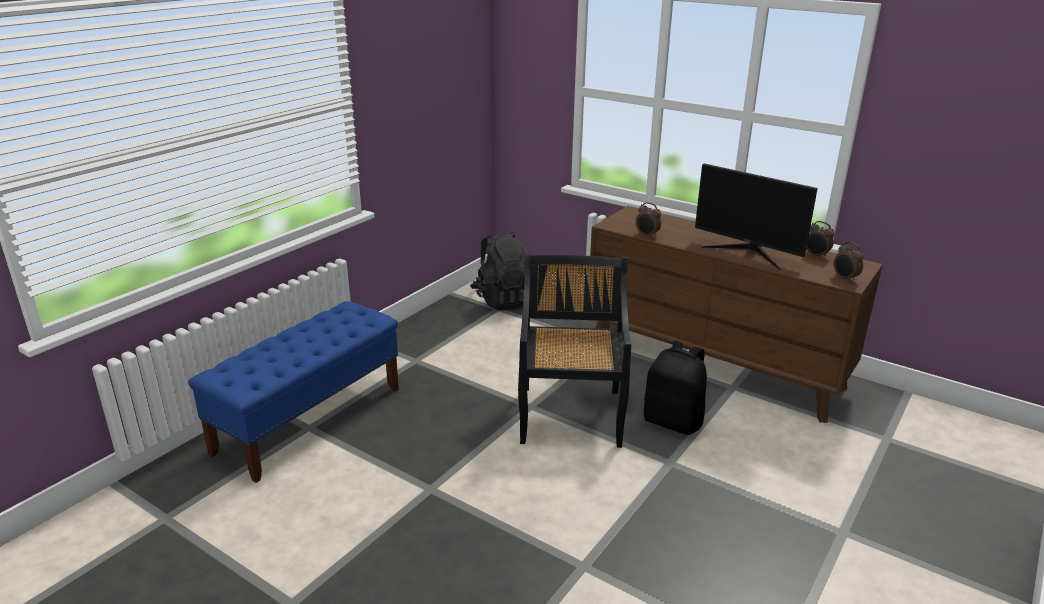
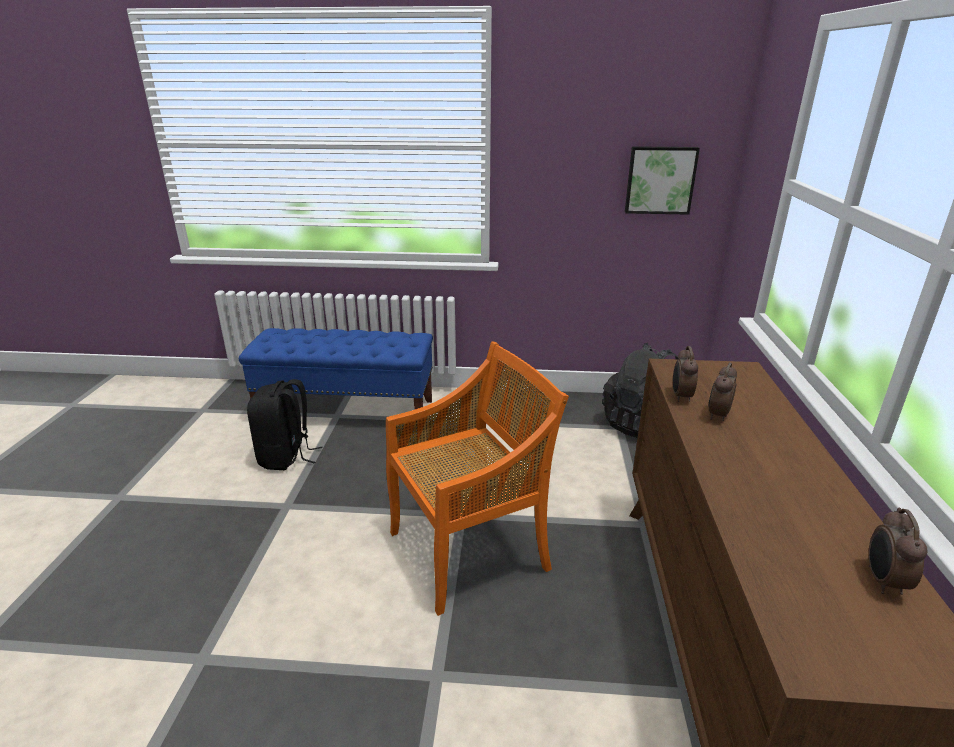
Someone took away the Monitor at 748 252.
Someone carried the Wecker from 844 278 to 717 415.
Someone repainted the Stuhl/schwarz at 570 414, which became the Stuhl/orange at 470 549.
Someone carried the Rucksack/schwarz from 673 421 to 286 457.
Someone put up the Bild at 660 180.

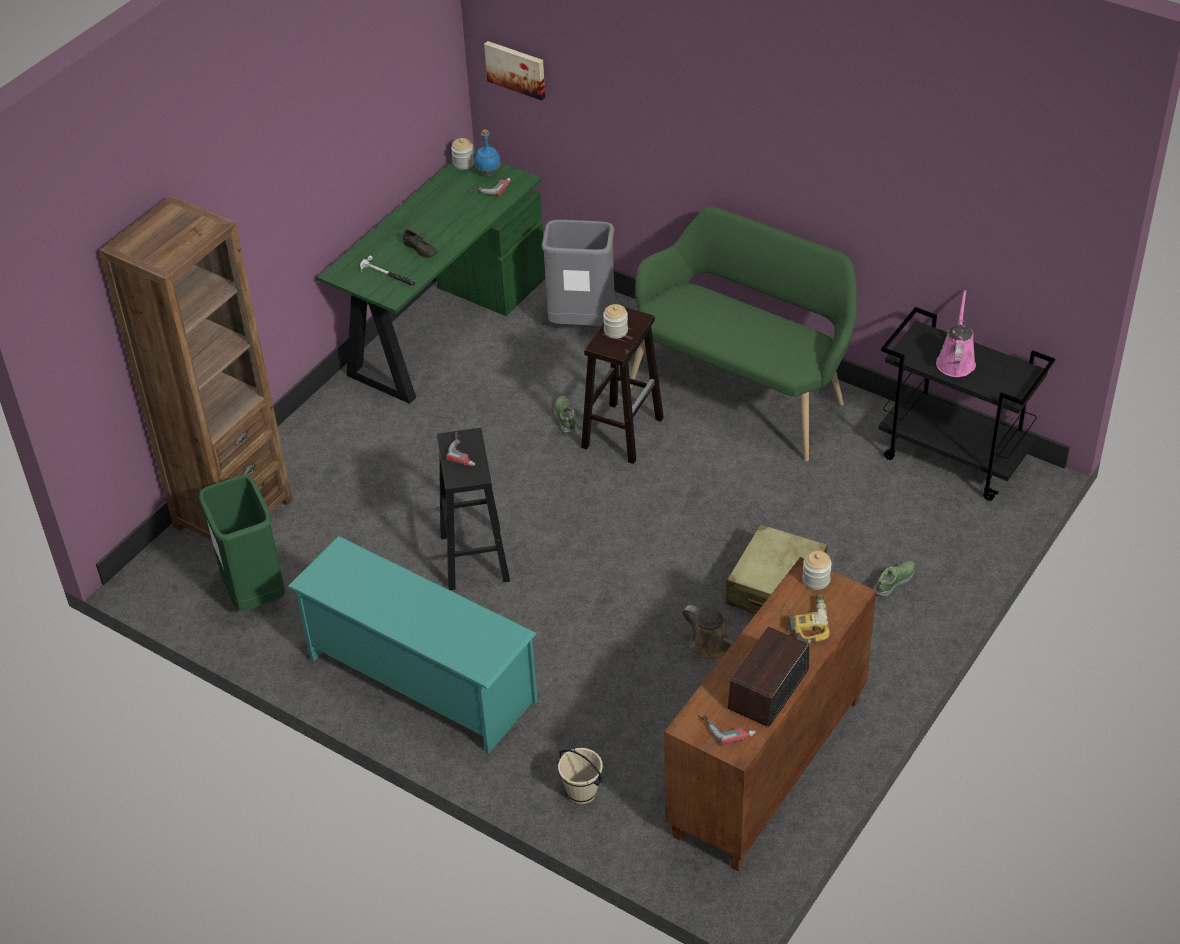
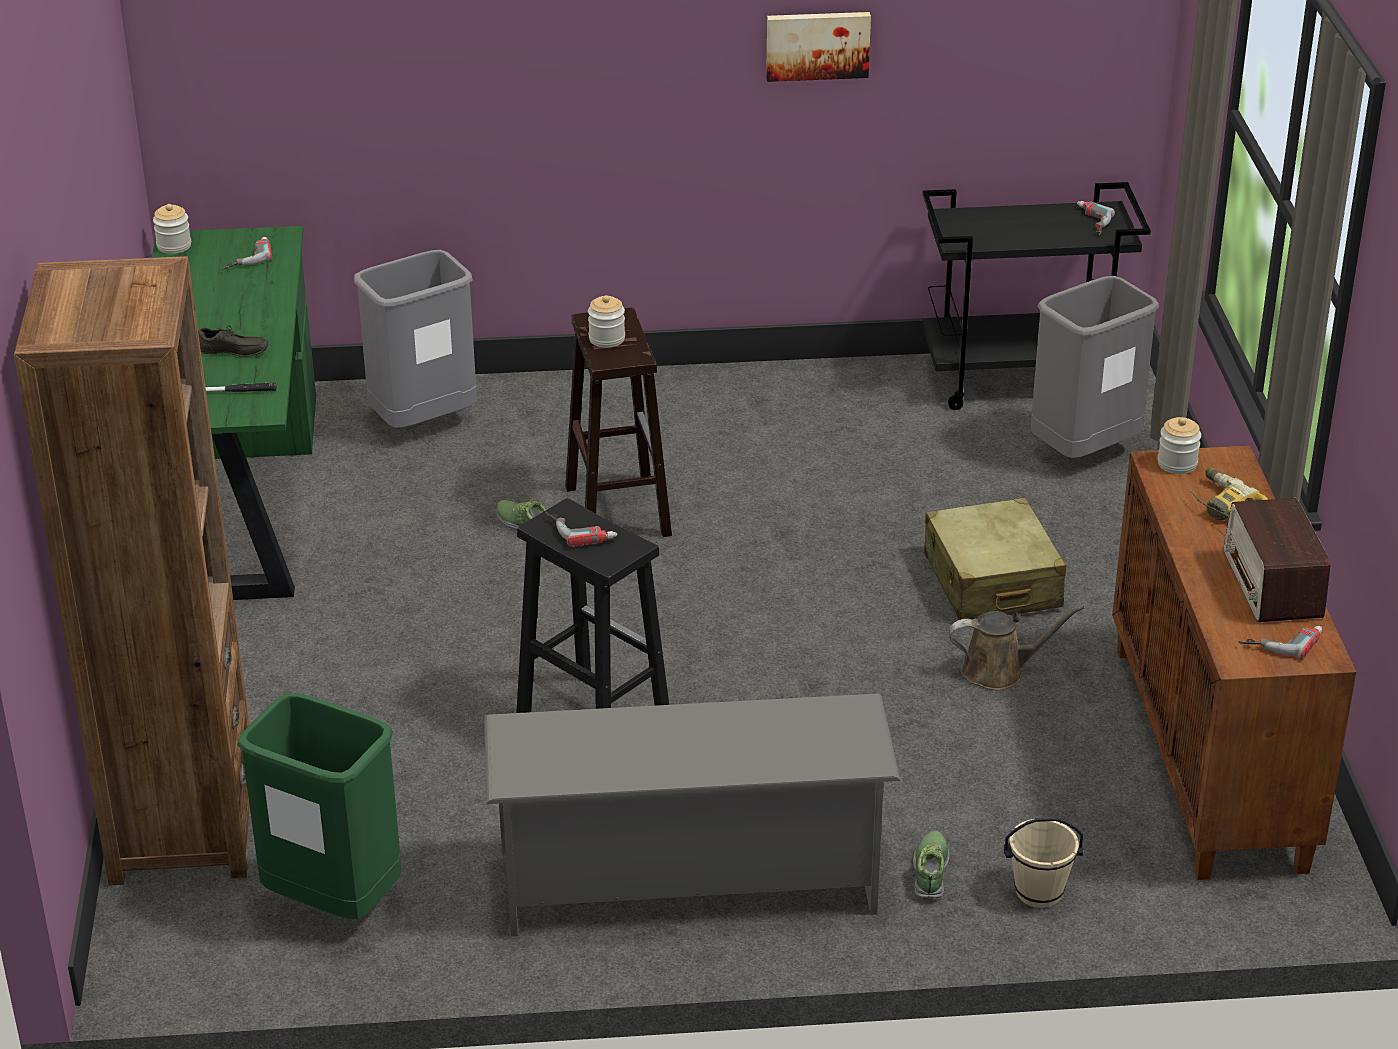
Someone carried the Bild from 516 69 to 817 45.
Someone took away the Flasche/blau at 489 173.
Someone took away the Bank/grün at 743 392.
Someone took away the Gießkanne/rosa at 956 361.
Someone repainted the Schuhregal/türkis at 420 680, which became the Schuhregal/grau at 689 882.
Someone carried the Schuh from 894 582 to 931 872.
Someone put down the Bohrmaschine at 1088 222.
Someone put down the Mülleimer/grau at 1084 452.

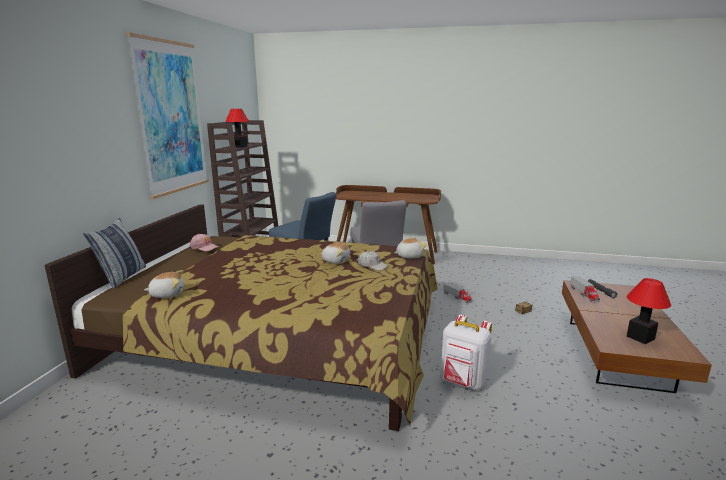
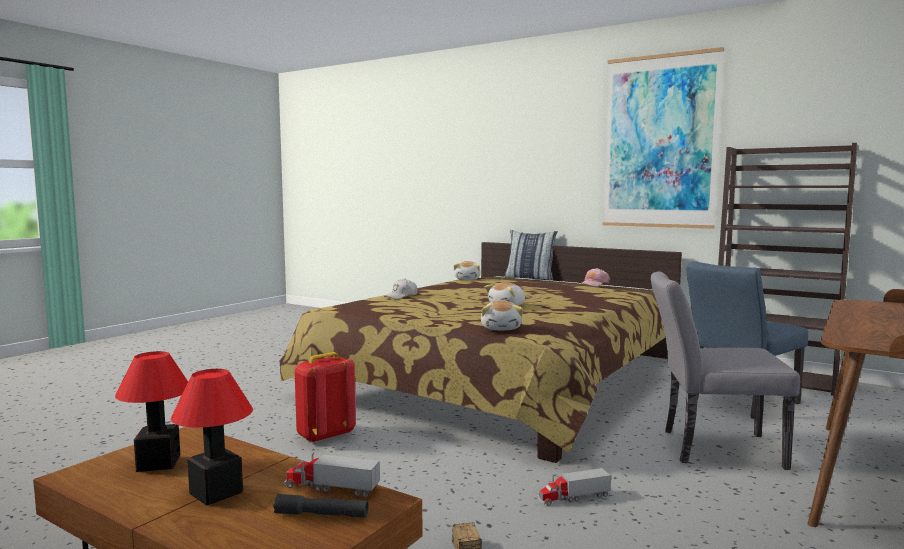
Someone carried the Tischlampe from 239 147 to 216 493.
Someone carried the Kappe/weiß from 372 266 to 401 296.
Someone repainted the Rucksack/weiß at 463 382, which became the Rucksack/rot at 325 435.

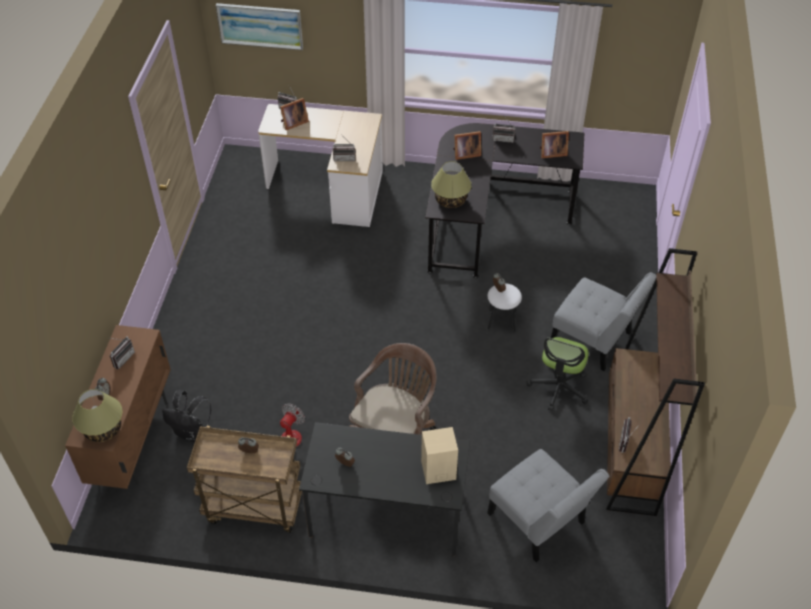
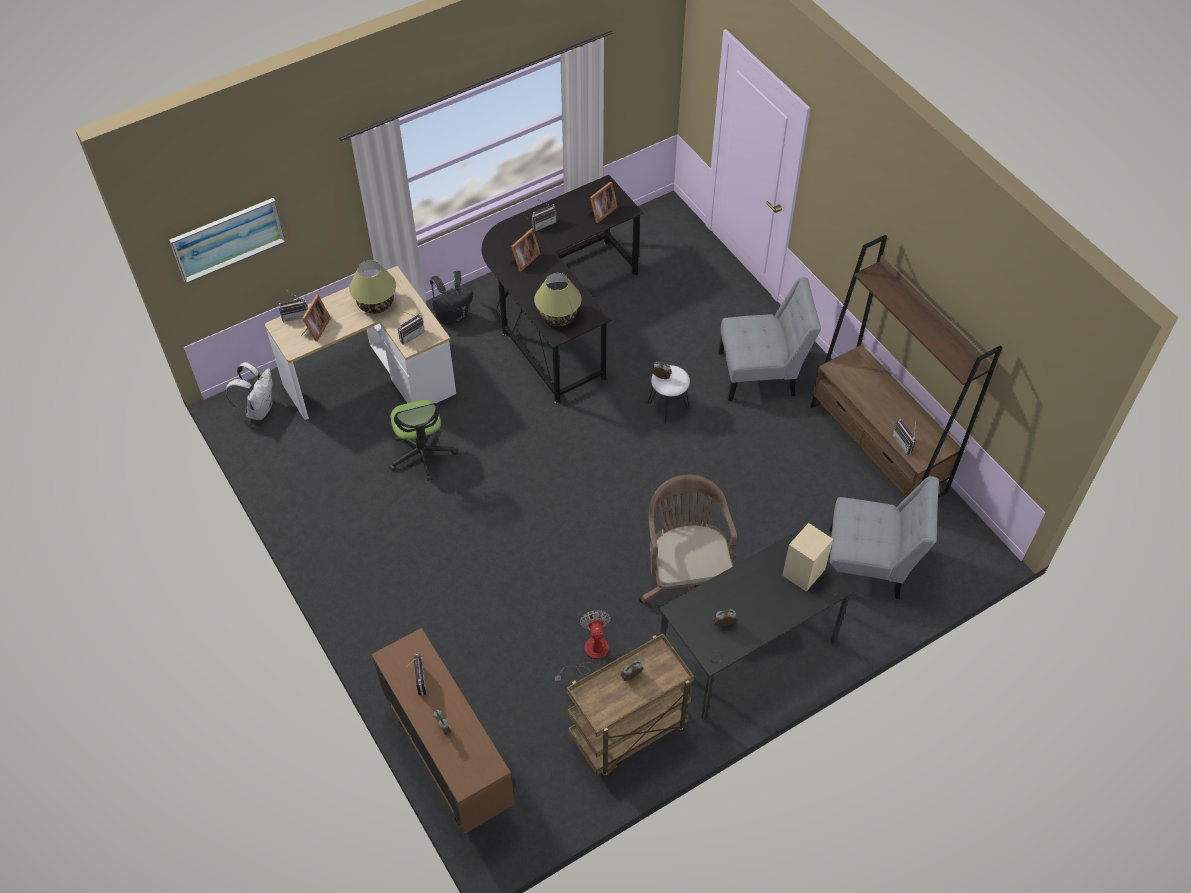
Someone carried the Bürostuhl from 558 387 to 422 454.
Someone carried the Tischlampe from 103 429 to 376 303.
Someone carried the Rucksack/schwarz from 192 432 to 453 316.
Someone put down the Rucksack/weiß at 259 409.

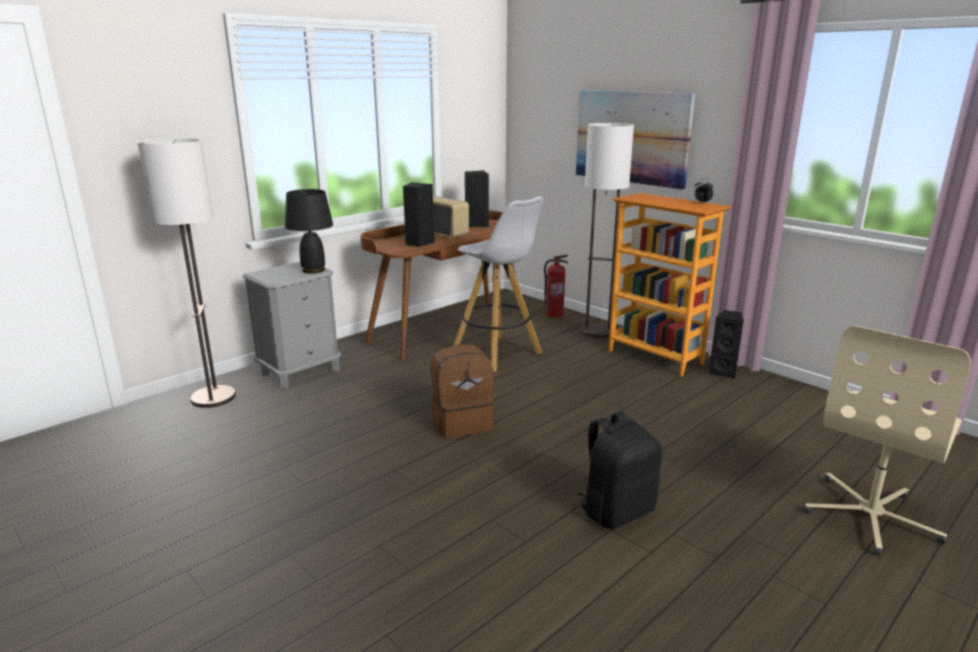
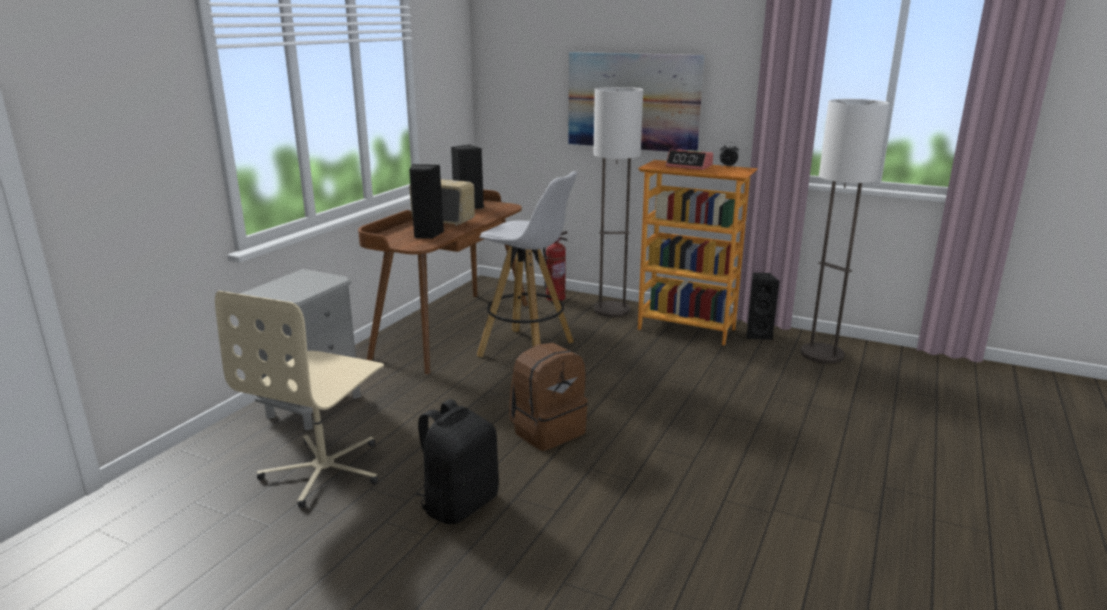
Someone carried the Stehlampe from 214 398 to 822 354.
Someone took away the Tischlampe/schwarz at 314 270.
Someone carried the Bürostuhl/beige from 871 516 to 325 470.
Someone carried the Rucksack/schwarz from 617 510 to 459 504.
Someone put down the Wecker at 689 166.

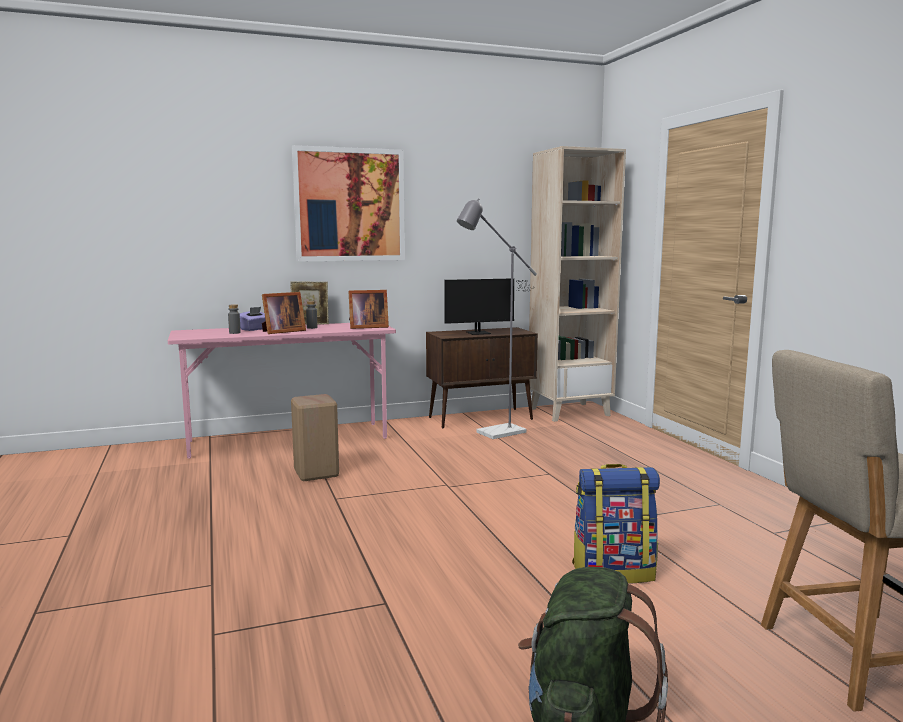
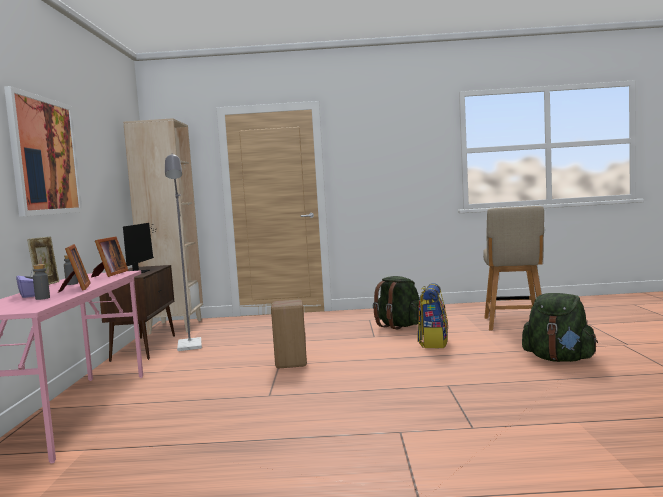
Someone carried the Hocker/beige from 315 474 to 292 363.
Someone put down the Rucksack/grün at 399 326.

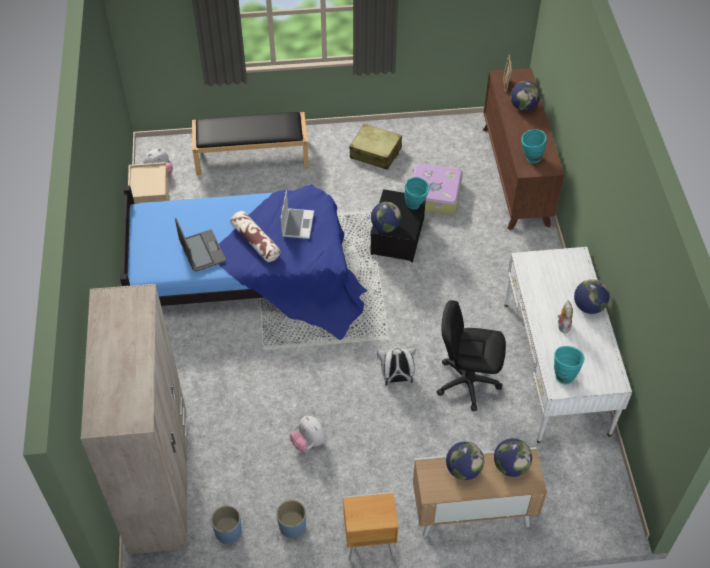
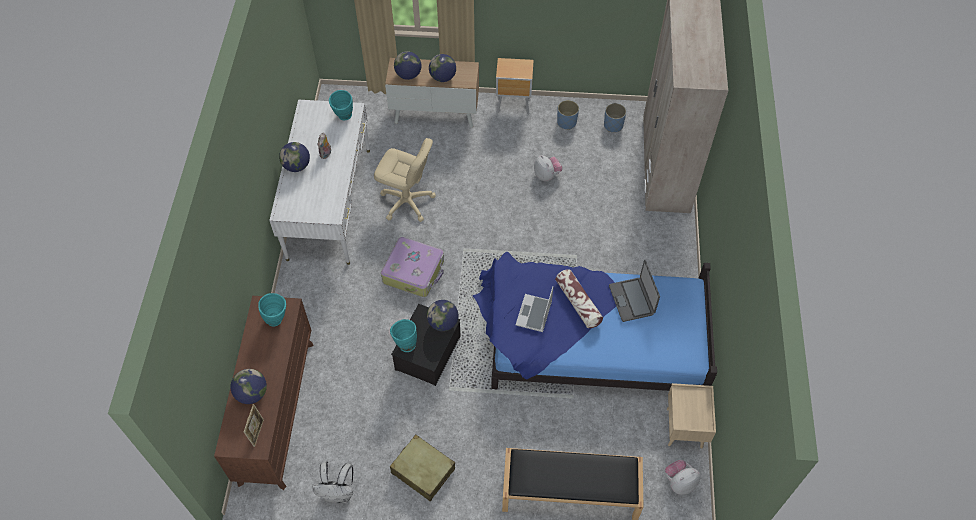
Someone carried the Koffer from 433 195 to 414 271.
Someone repainted the Bürostuhl/schwarz at 467 382, which became the Bürostuhl/beige at 407 202.
Someone carried the Rucksack/weiß from 396 378 to 339 493.

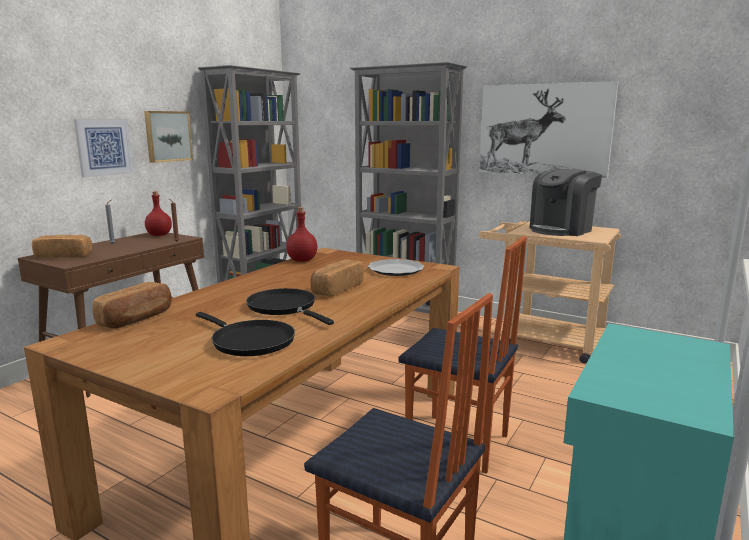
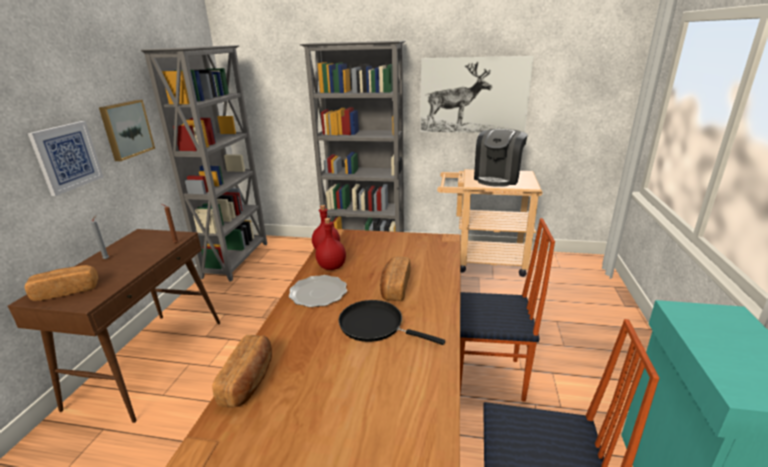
Someone carried the Flasche/rot from 159 235 to 331 267.
Someone carried the Teller from 396 270 to 318 293.
Someone took away the Pfanne/schwarz at 249 341.

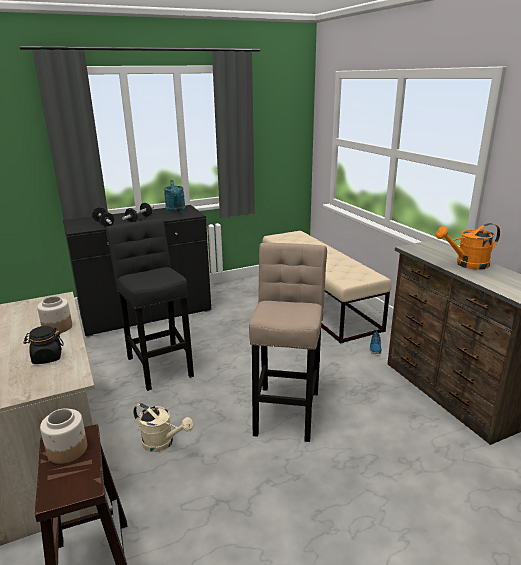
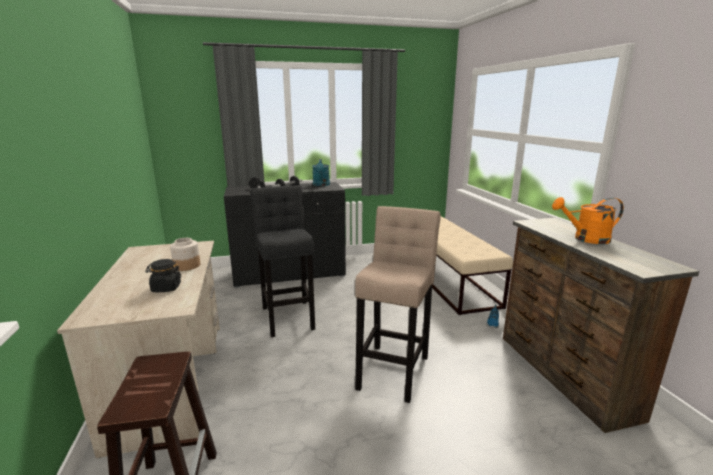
Someone took away the Gießkanne/beige at 163 443.
Someone took away the Vorratsglas at 68 449.

